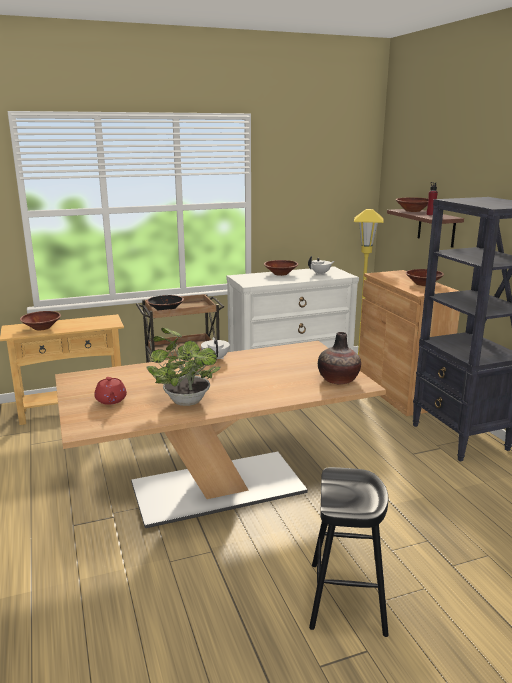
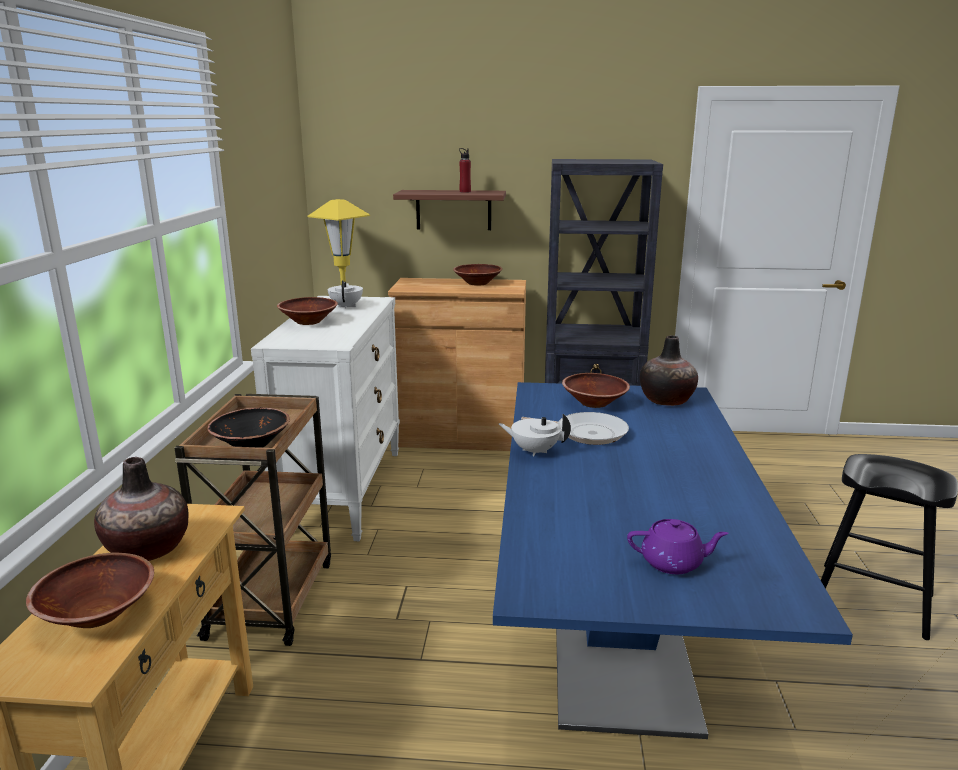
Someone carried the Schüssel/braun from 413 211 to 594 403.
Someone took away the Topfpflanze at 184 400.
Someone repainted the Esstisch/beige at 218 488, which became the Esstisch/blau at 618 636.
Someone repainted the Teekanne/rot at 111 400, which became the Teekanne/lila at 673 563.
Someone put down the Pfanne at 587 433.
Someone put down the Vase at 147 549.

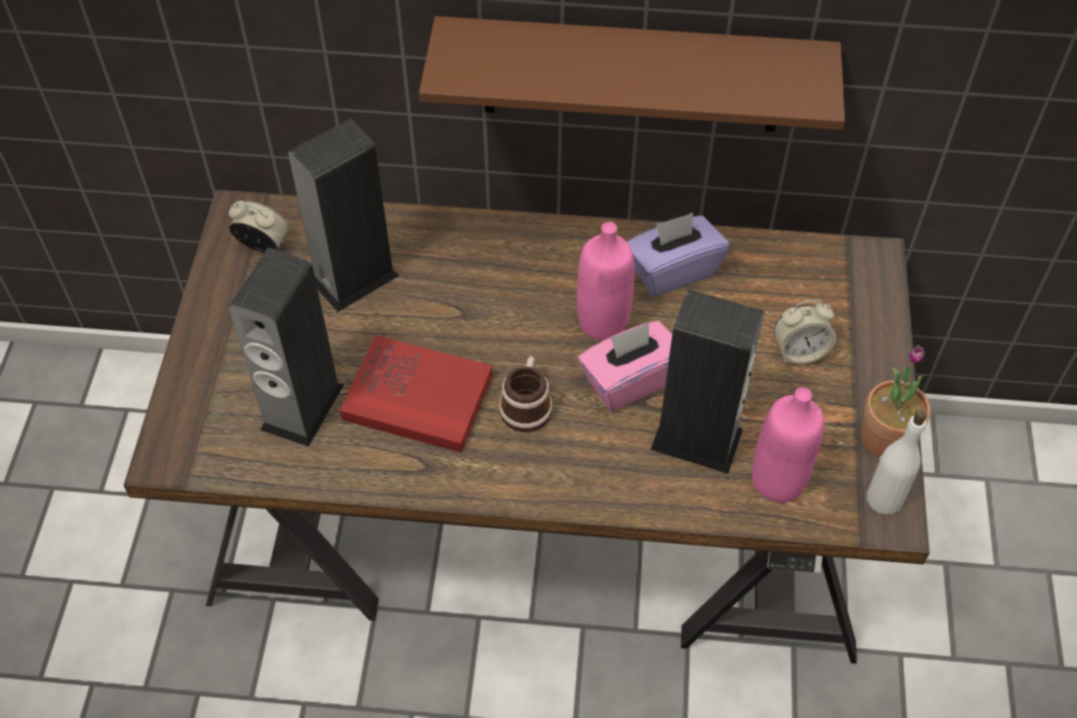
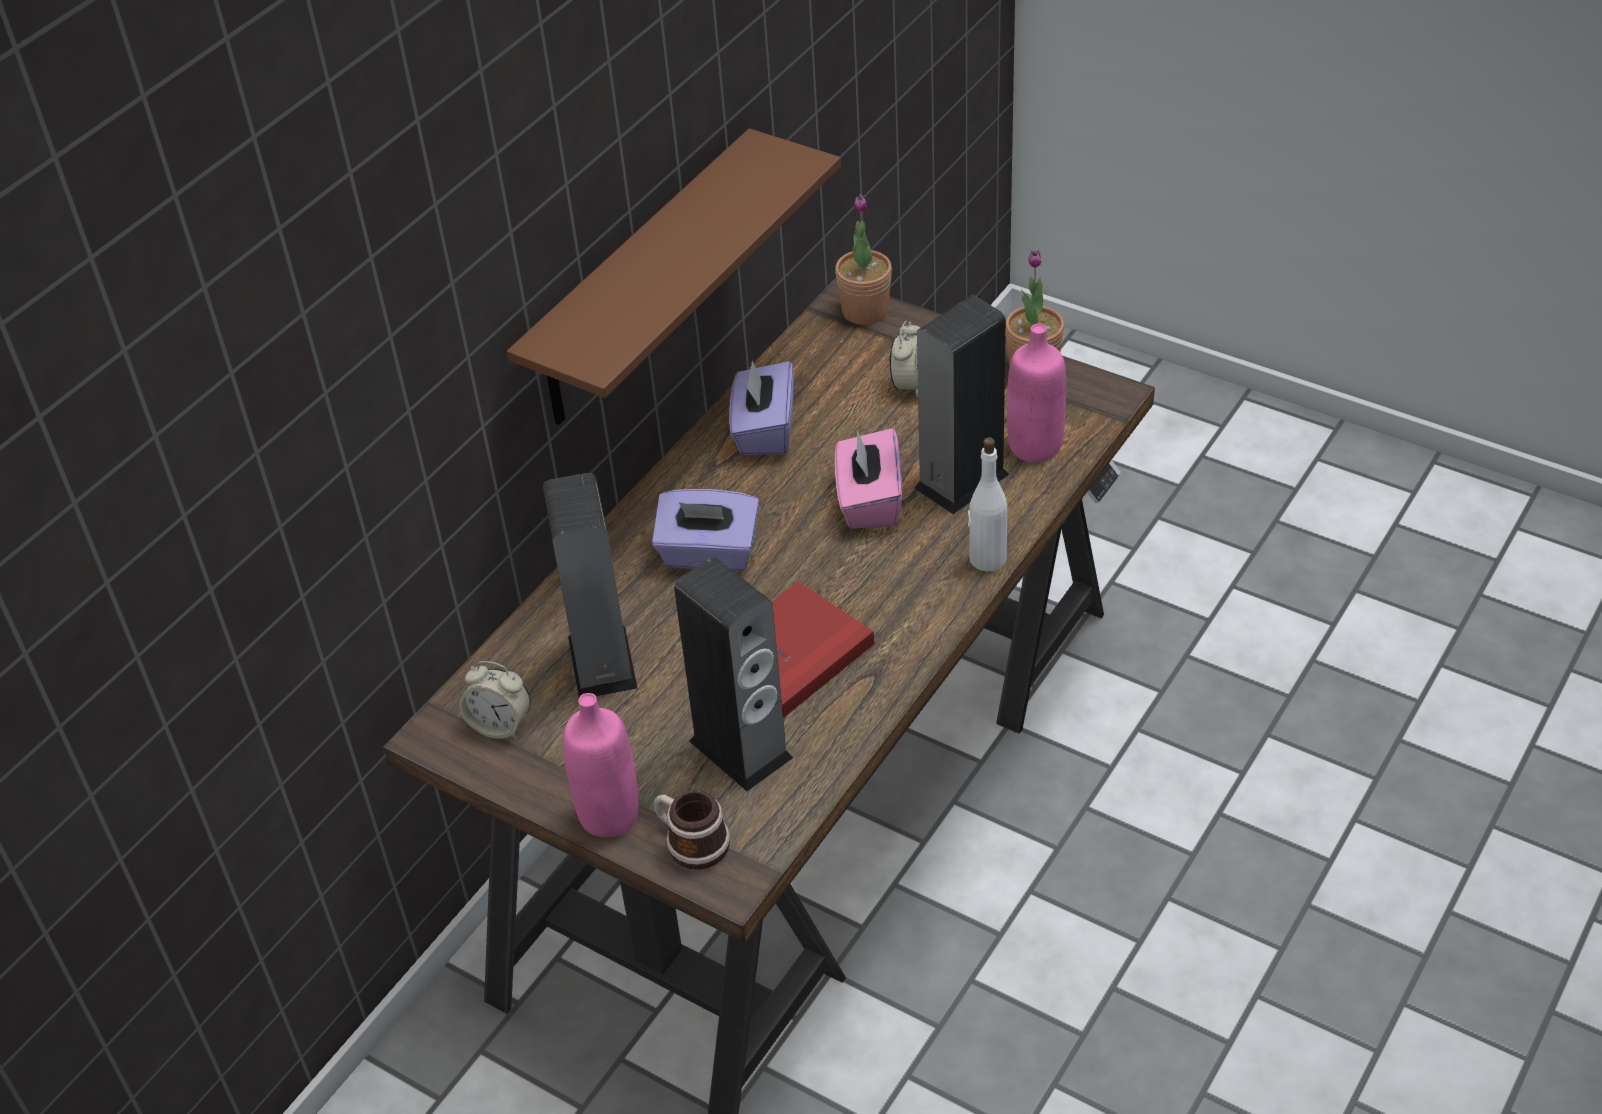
Someone rotated the Wecker at 263 245 by 120 degrees counterclockwise.
Someone carried the Flasche/rosa from 603 322 to 609 815.
Someone carried the Henkelbecher from 527 404 to 691 842.
Someone carried the Flasche/weiß from 884 498 to 987 559.
Someone put down the Topfpflanze at 865 311.
Someone put down the Taschentuchbox/lila at 709 554.

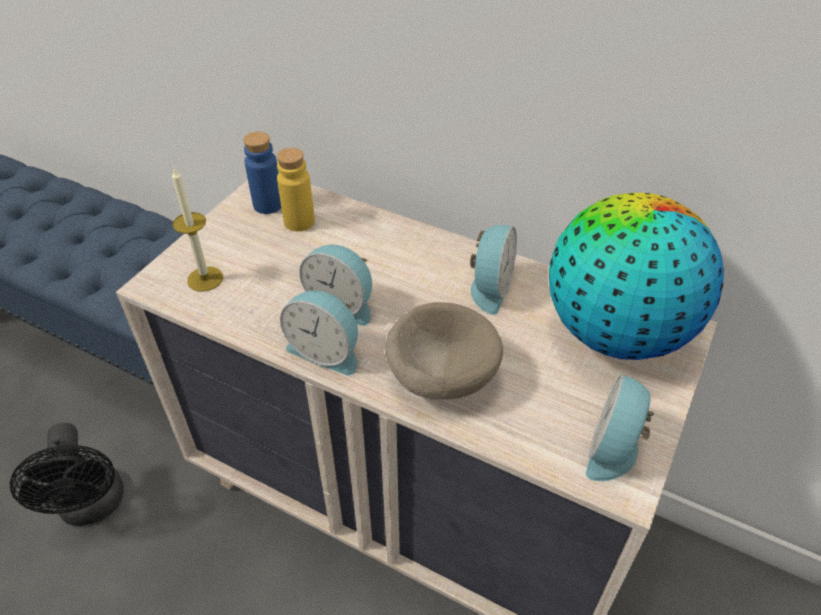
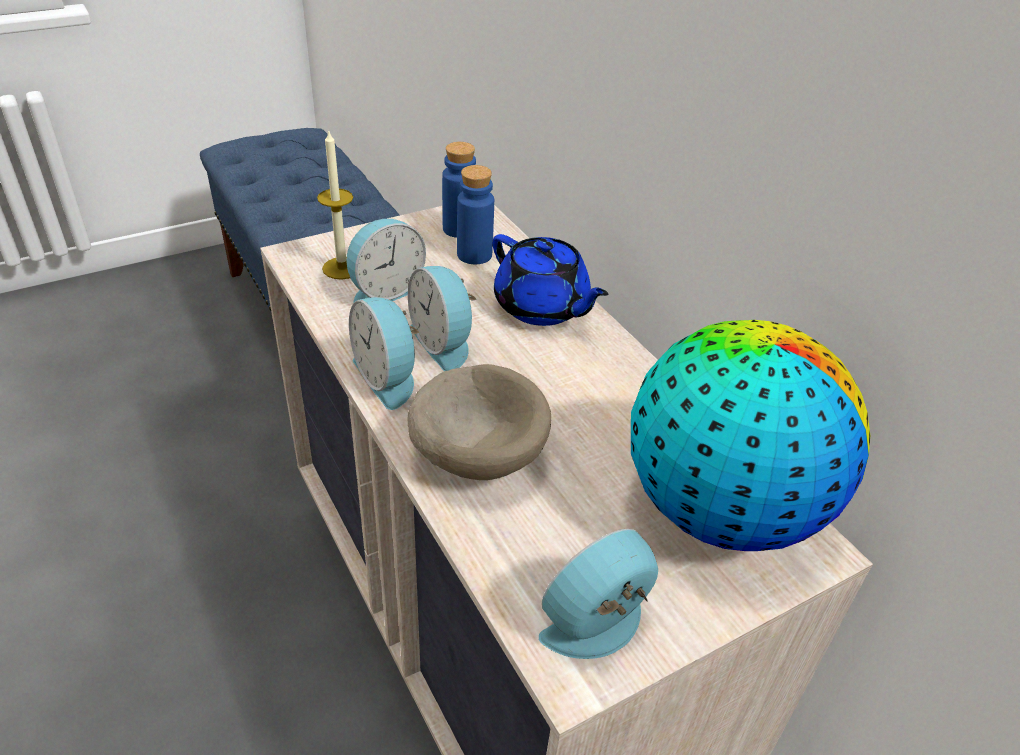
Someone repainted the Flasche/gelb at 299 221, which became the Flasche/blau at 474 255.
Someone carried the Wecker from 489 287 to 384 290.
Someone took away the Ventilator/schwarz at 92 507.
Someone put down the Teekanne/blau at 542 307.

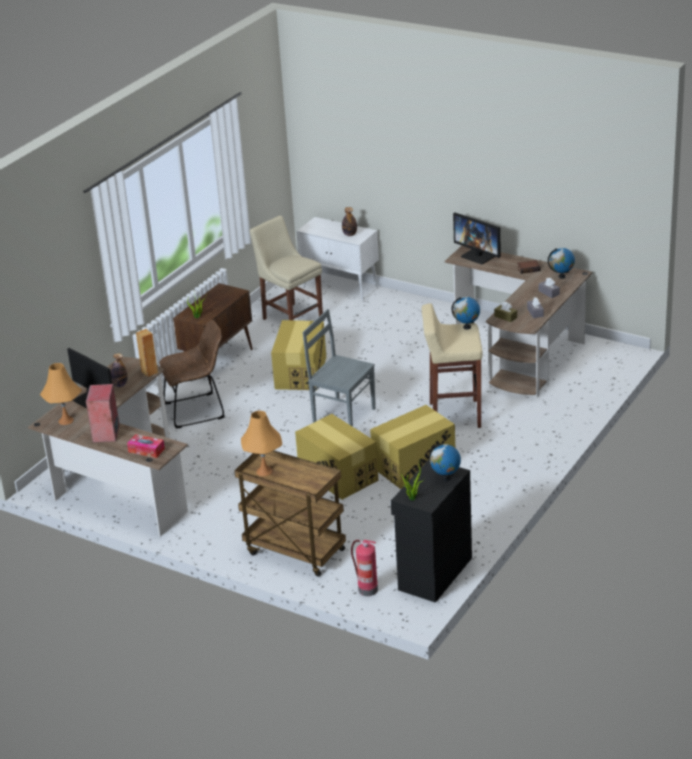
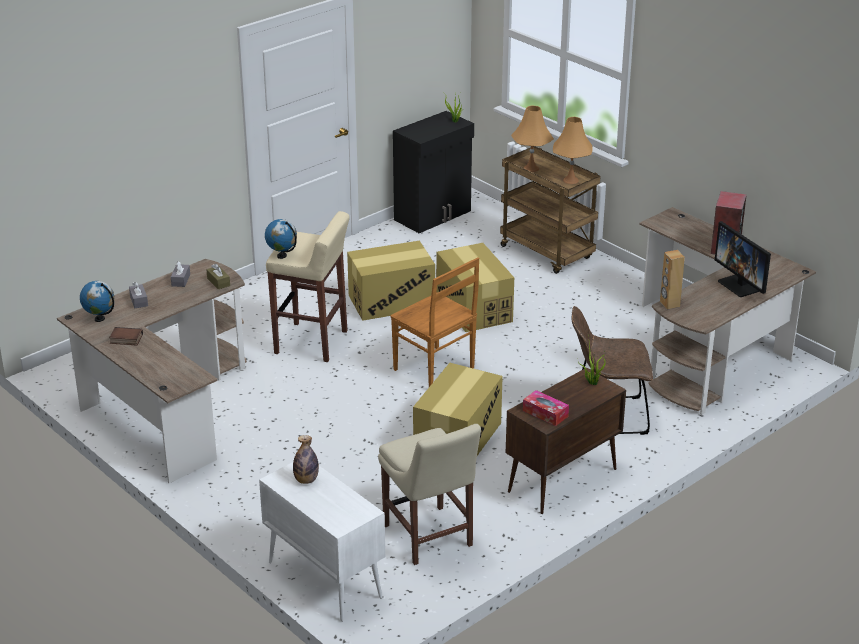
Someone took away the Monitor at 479 256.
Someone repainted the Stuhl/grau at 342 415, which became the Stuhl/braun at 435 370.
Someone took away the Flasche at 119 385.
Someone carried the Tischlampe/orange from 66 420 to 531 168.
Someone carried the Taschentuchbox from 146 450 to 545 413.
Someone took away the Globus at 445 478.
Someone took away the Feuerlöscher at 367 589.

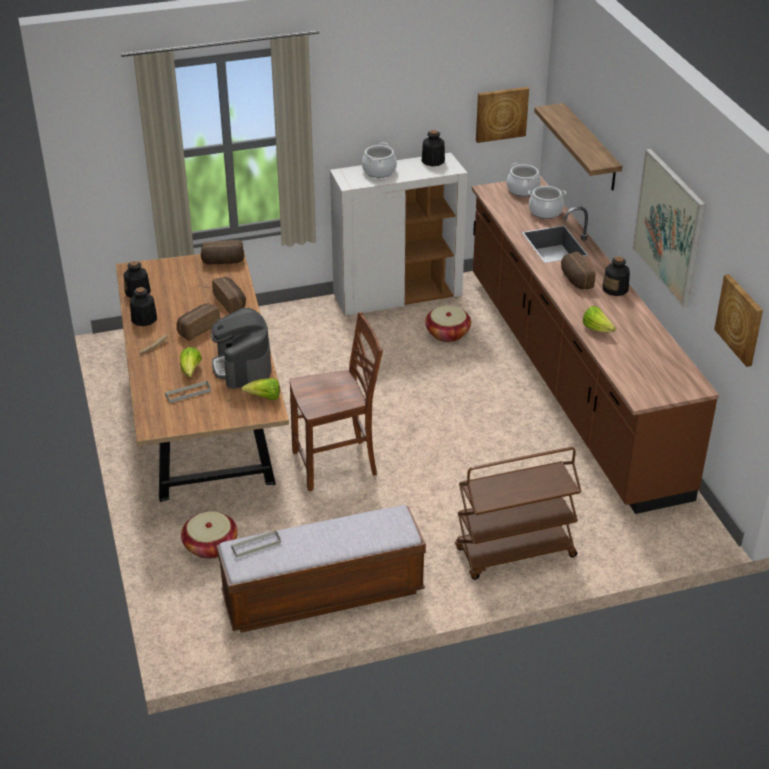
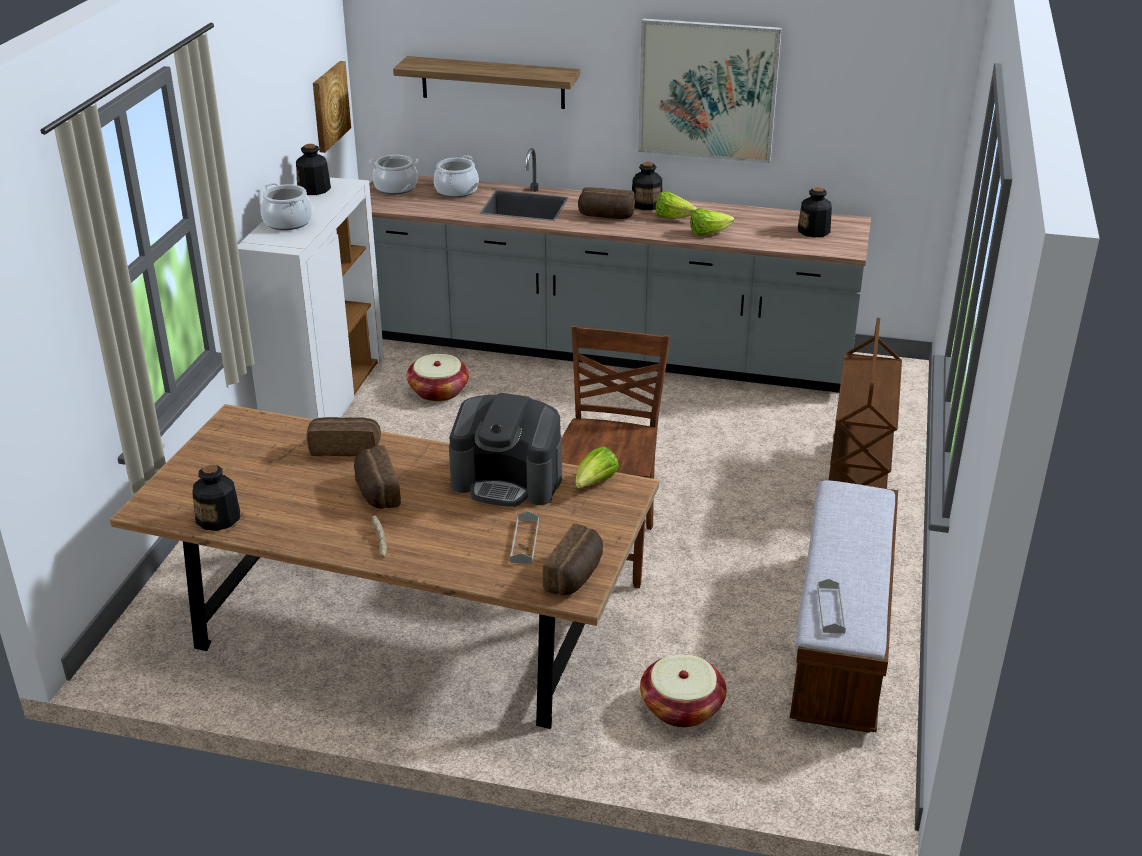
Someone repainted the Küchenzeile/braun at 570 380, which became the Küchenzeile/grau at 604 351.
Someone carried the Brot from 223 262 to 576 576.
Someone took away the Bild at 740 319.
Someone carried the Flasche from 144 319 to 814 231.
Someone carried the Salatkopf from 191 371 to 673 218.

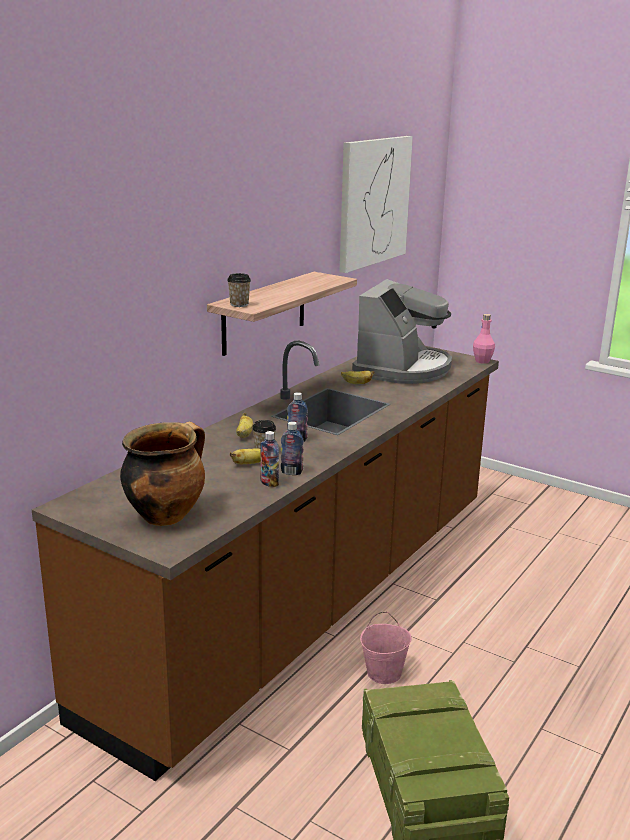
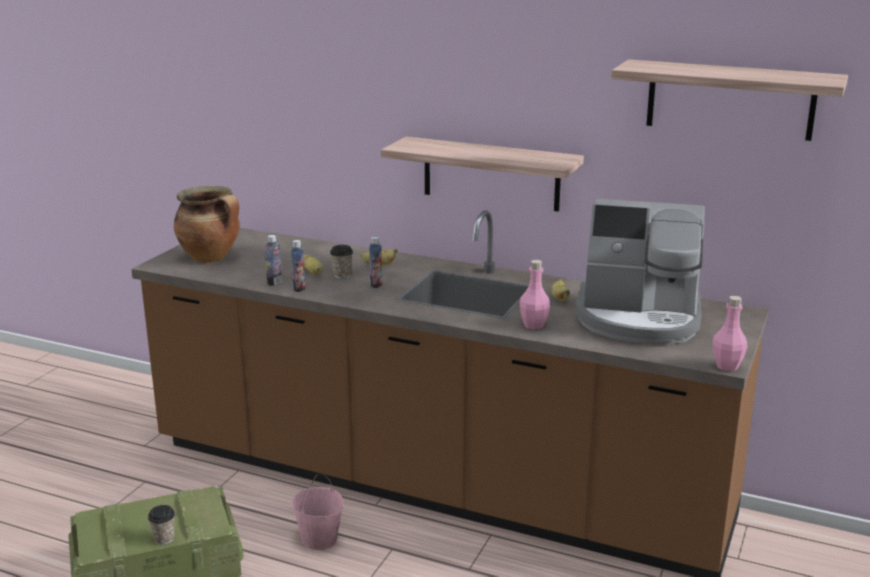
Someone swapped the Bild at 373 202 for the Wandregal at 730 99.
Someone carried the Tasse from 239 304 to 164 539.
Someone put down the Flasche/rosa at 533 325.

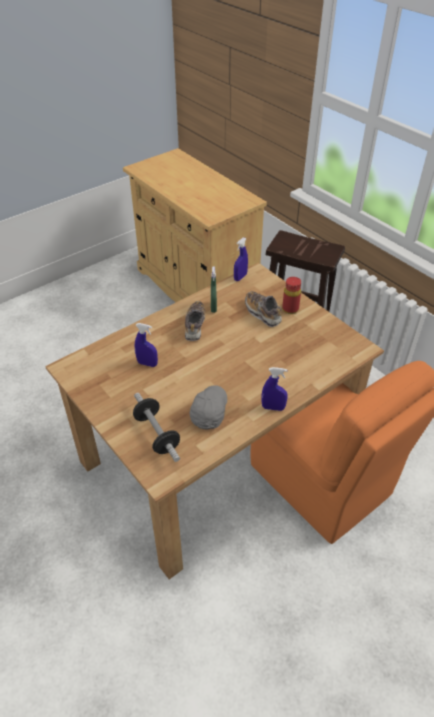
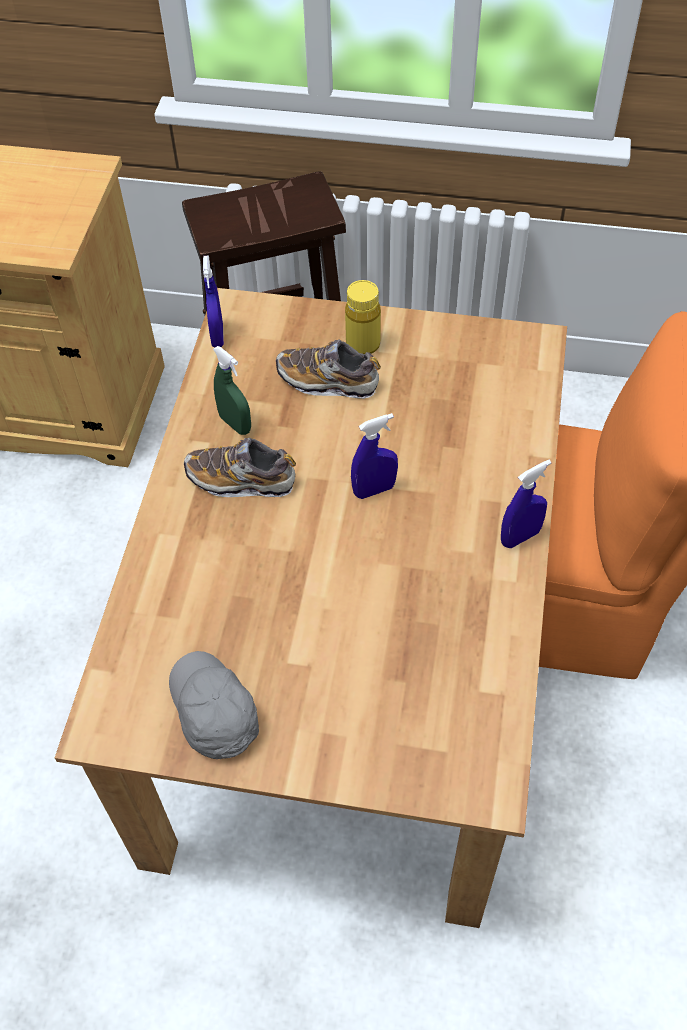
Someone repainted the Flasche/rot at 290 309, which became the Flasche/gelb at 363 344.
Someone rotated the Schuh at 194 325 by 45 degrees counterclockwise.
Someone carried the Sprühflasche/blau from 147 364 to 374 490.
Someone carried the Kappe/grau from 209 411 to 213 711.
Someone took away the Hantel at 157 434.

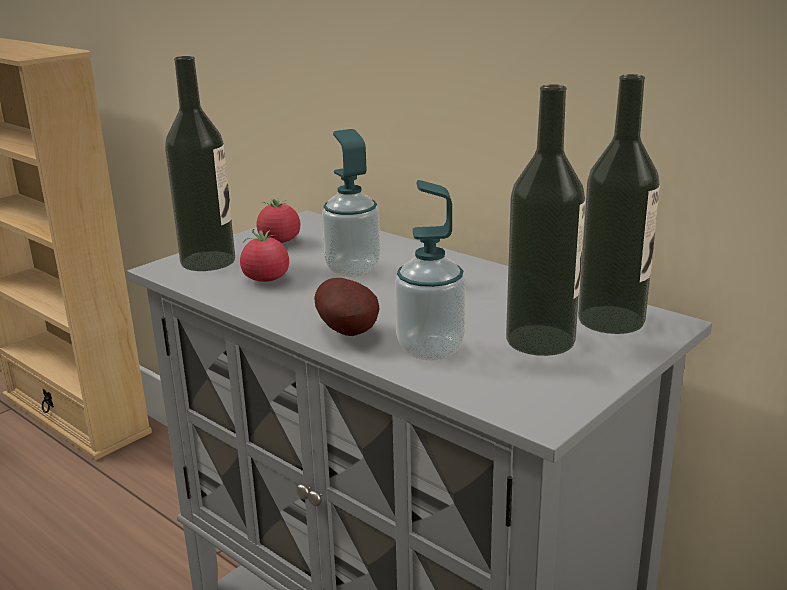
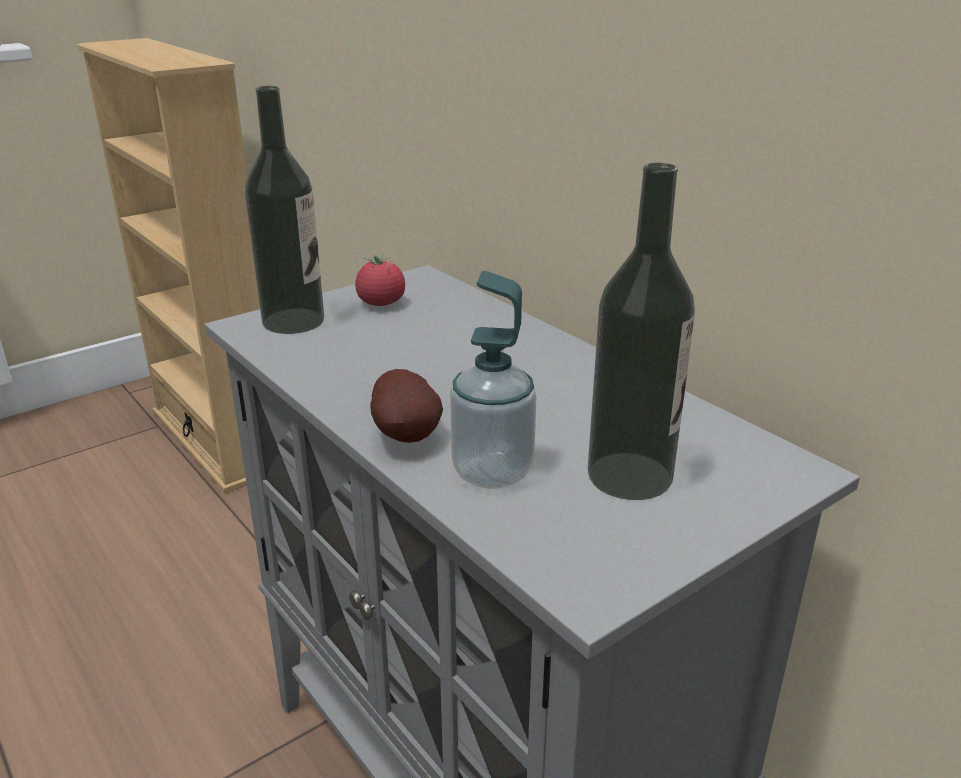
Someone took away the Flasche at 611 320.
Someone took away the Seifenspender at 353 269.
Someone took away the Tomate at 266 279.

